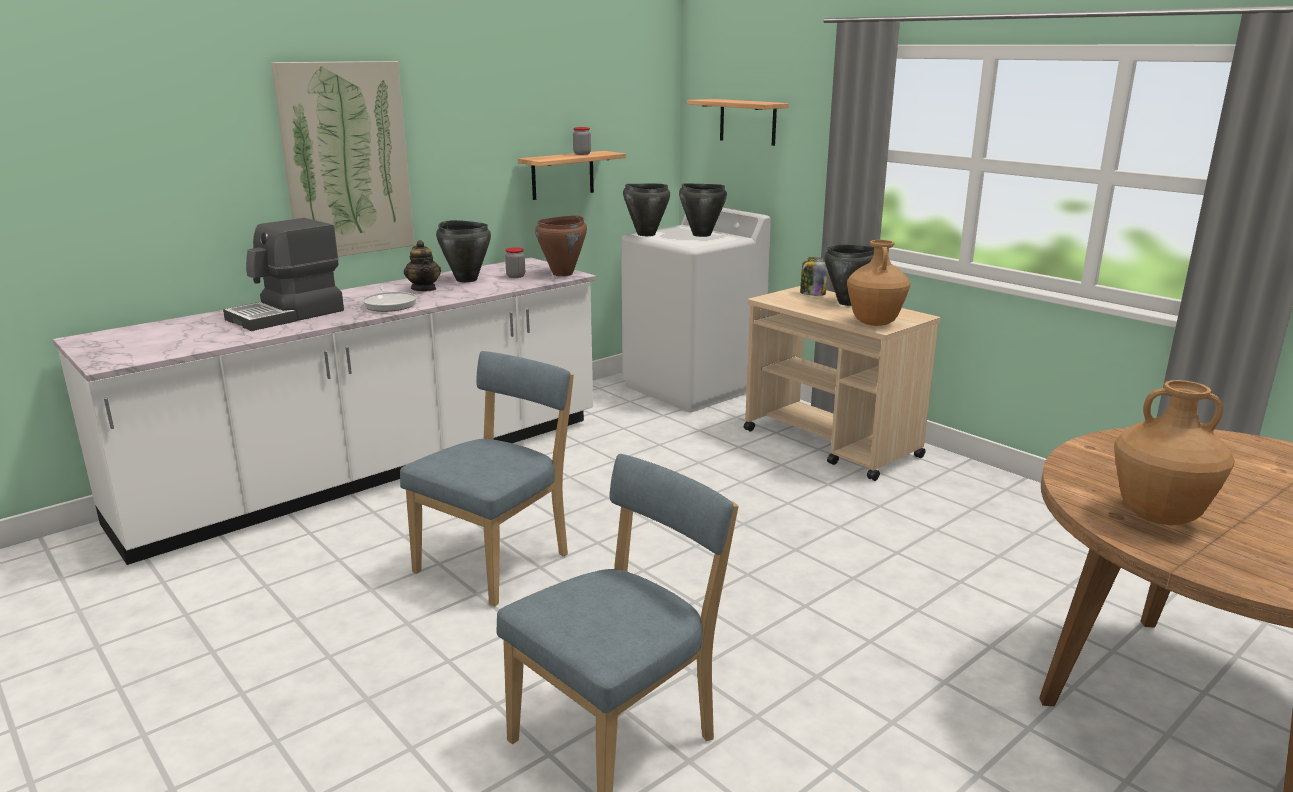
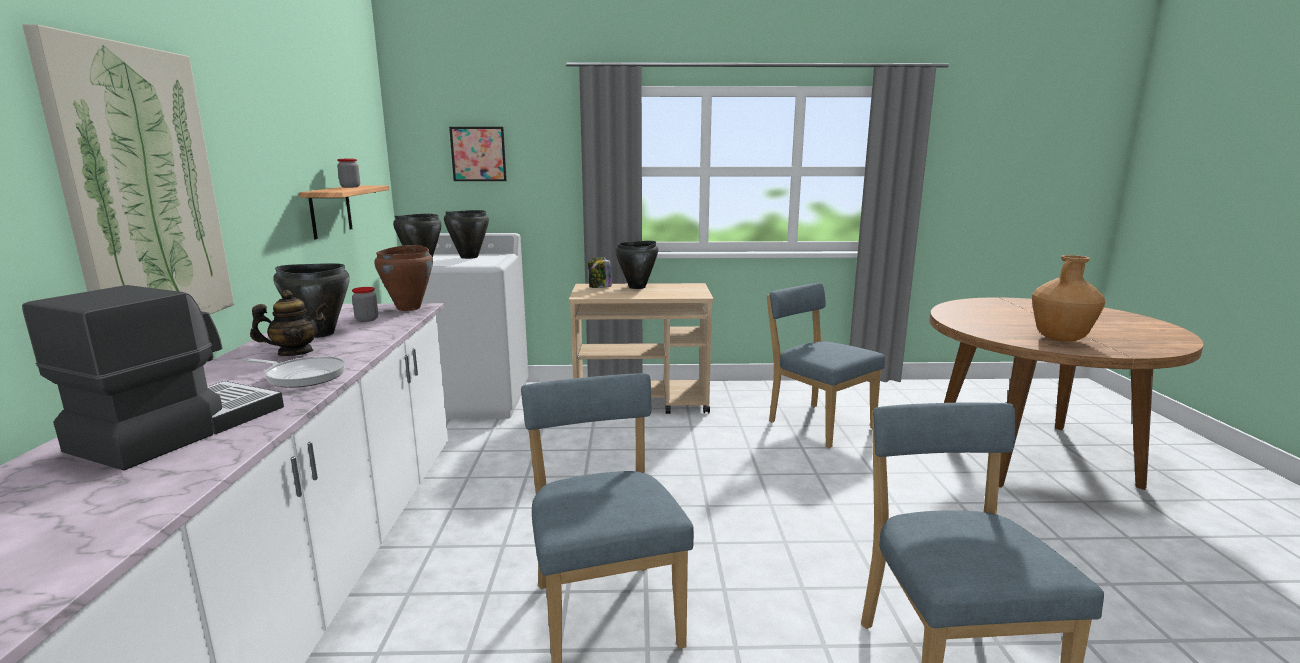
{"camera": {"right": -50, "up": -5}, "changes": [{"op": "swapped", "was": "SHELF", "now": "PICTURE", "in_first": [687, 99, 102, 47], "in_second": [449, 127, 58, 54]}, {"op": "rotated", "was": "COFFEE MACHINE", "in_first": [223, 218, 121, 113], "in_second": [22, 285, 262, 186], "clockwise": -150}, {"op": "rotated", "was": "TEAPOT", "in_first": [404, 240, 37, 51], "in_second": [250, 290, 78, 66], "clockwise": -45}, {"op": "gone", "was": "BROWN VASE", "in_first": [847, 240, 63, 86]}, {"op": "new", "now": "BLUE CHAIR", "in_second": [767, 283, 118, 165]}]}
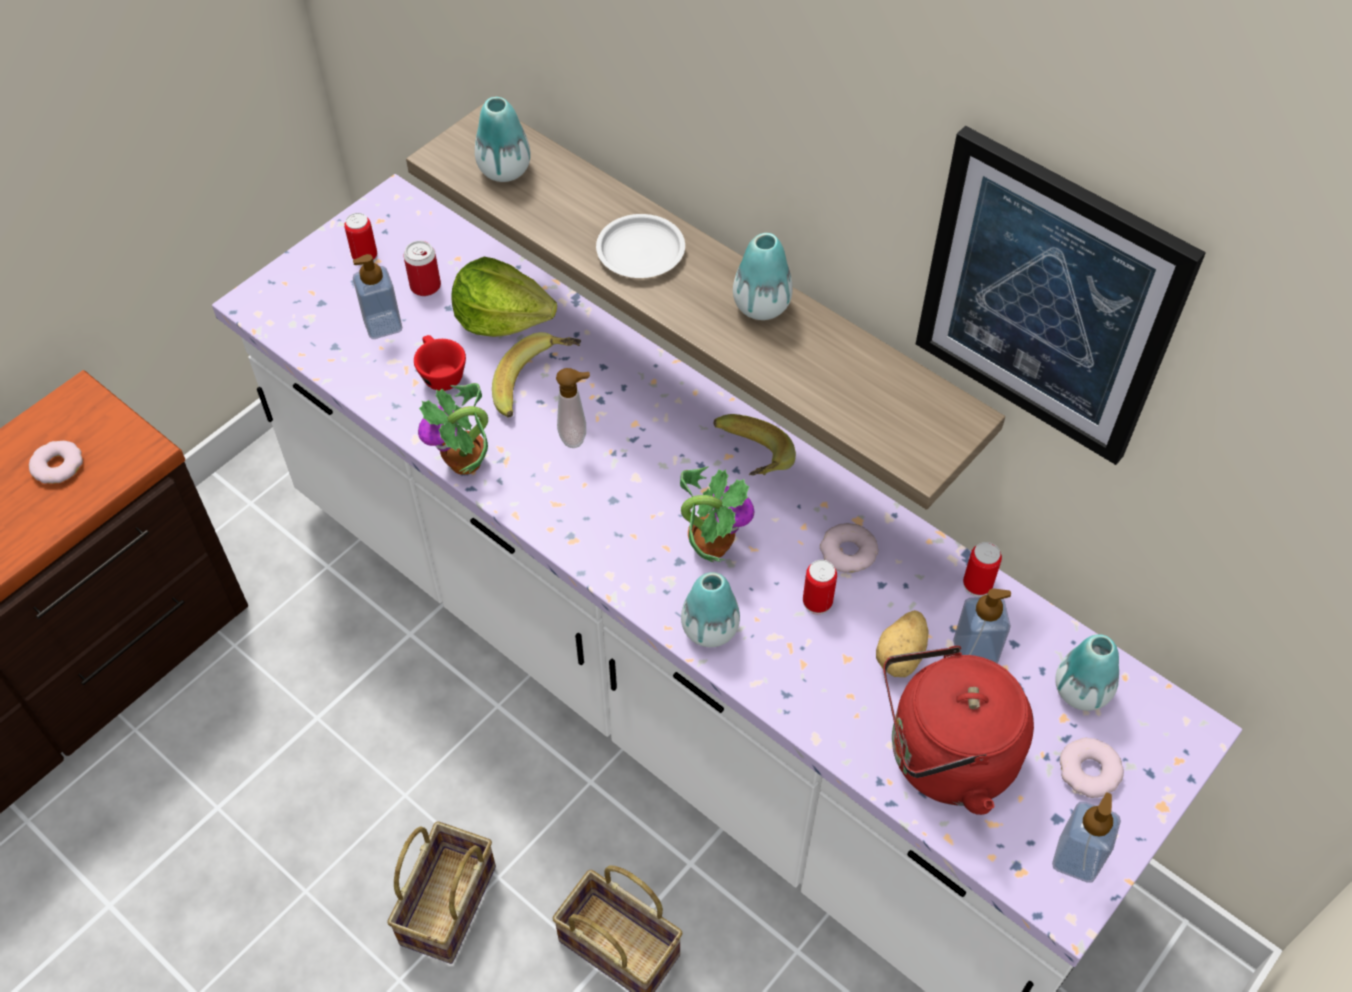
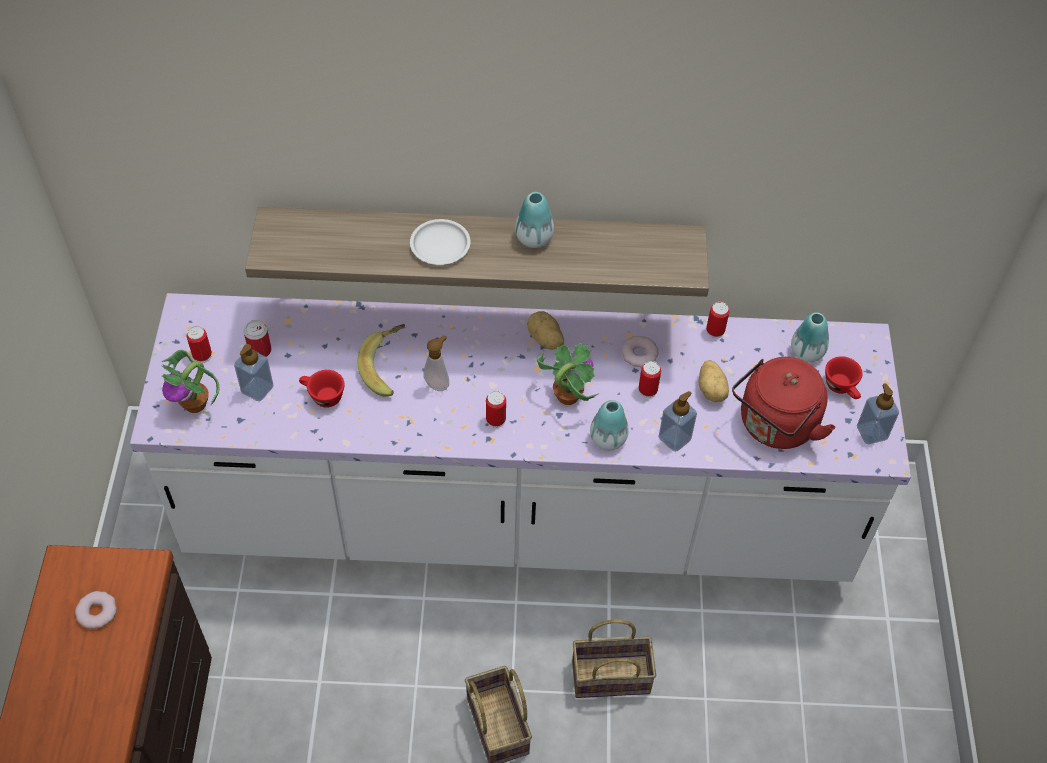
{"camera": {"right": -40, "up": 0}, "changes": [{"op": "gone", "was": "VASE", "in_first": [475, 97, 56, 85]}, {"op": "gone", "was": "PICTURE", "in_first": [916, 126, 290, 339]}, {"op": "gone", "was": "LETTUCE", "in_first": [451, 257, 106, 80]}, {"op": "shifted", "was": "POTTED PLANT", "in_first": [418, 383, 70, 92], "in_second": [161, 350, 58, 63]}, {"op": "swapped", "was": "BANANA", "now": "POTATO", "in_first": [713, 414, 83, 62], "in_second": [527, 311, 37, 39]}, {"op": "shifted", "was": "SOAP DISPENSER", "in_first": [953, 589, 58, 75], "in_second": [658, 391, 39, 61]}, {"op": "swapped", "was": "DONUT", "now": "RED CUP", "in_first": [1059, 738, 65, 60], "in_second": [825, 356, 38, 43]}, {"op": "new", "now": "CAN", "in_second": [486, 391, 20, 37]}]}
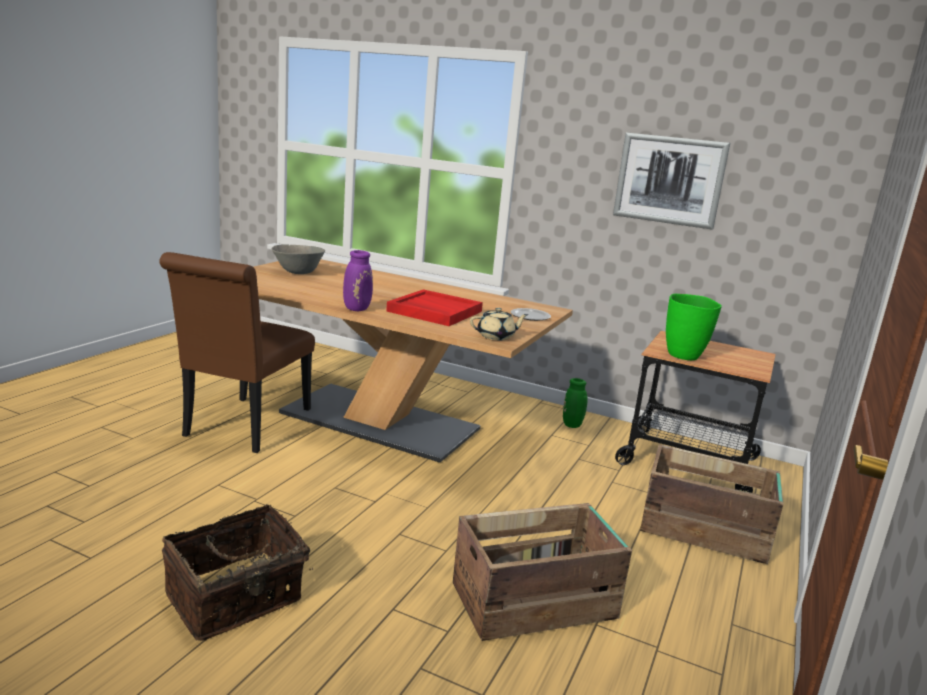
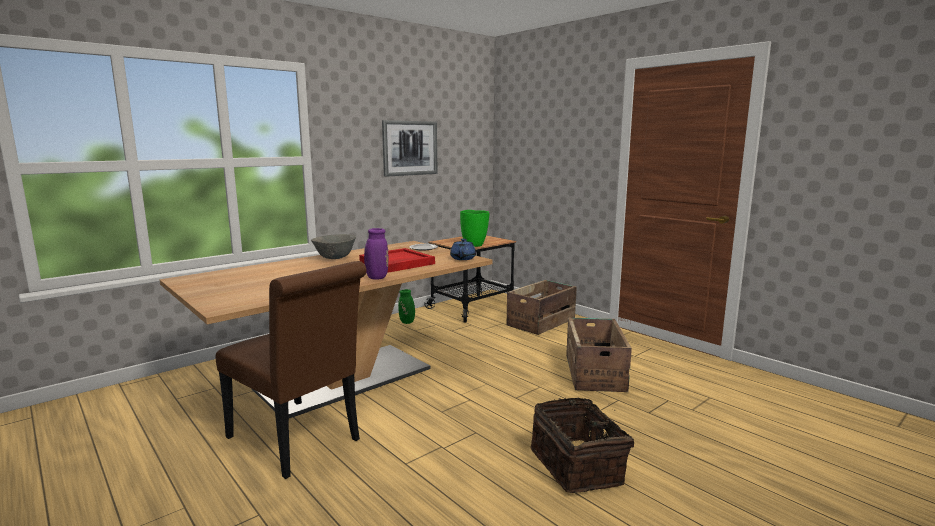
{"camera": {"right": -65, "up": -5}, "changes": [{"op": "shifted", "was": "GREY BOWL", "in_first": [272, 245, 53, 29], "in_second": [311, 234, 45, 25]}, {"op": "repainted", "was": "BEIGE TEAPOT", "now": "BLUE TEAPOT", "in_first": [470, 308, 58, 32], "in_second": [450, 239, 26, 21]}]}
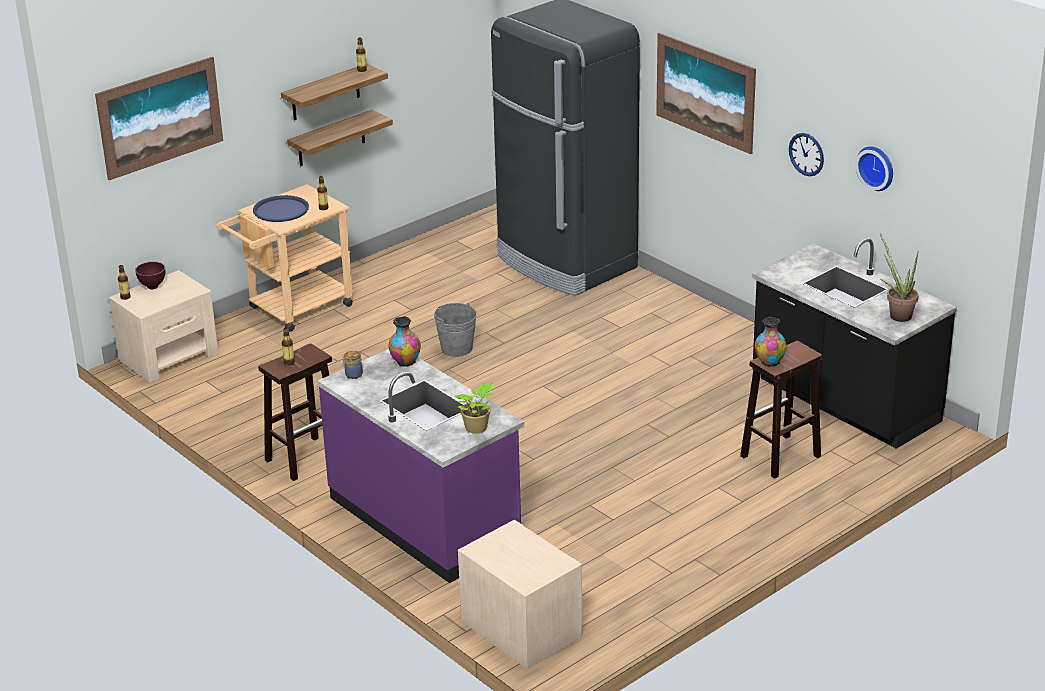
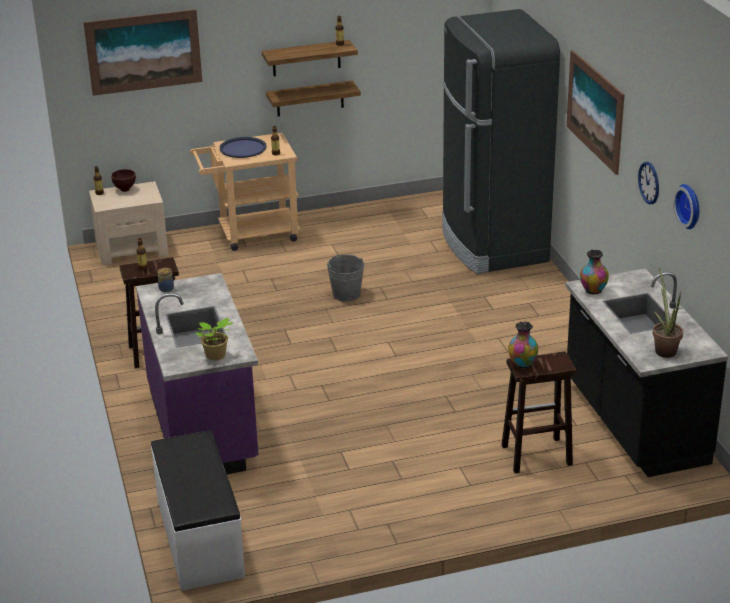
{"camera": {"right": 25, "up": 0}, "changes": [{"op": "shifted", "was": "VASE", "in_first": [389, 316, 32, 51], "in_second": [580, 250, 29, 45]}, {"op": "swapped", "was": "BEIGE NIGHTSTAND", "now": "WHITE BENCH", "in_first": [458, 520, 124, 149], "in_second": [151, 430, 94, 161]}]}
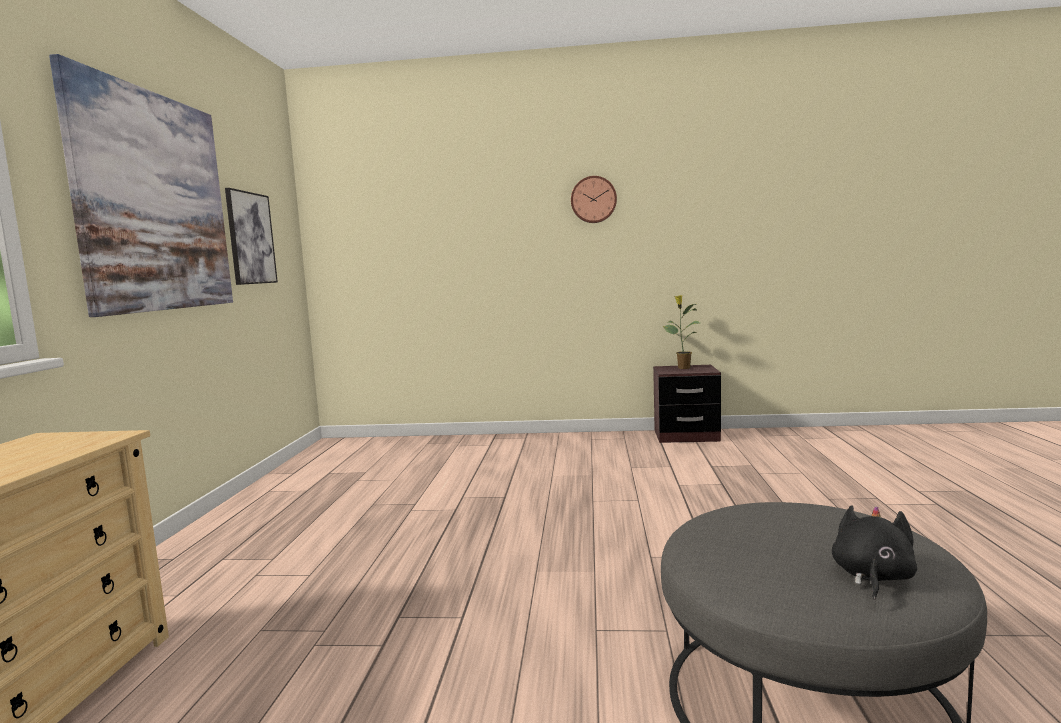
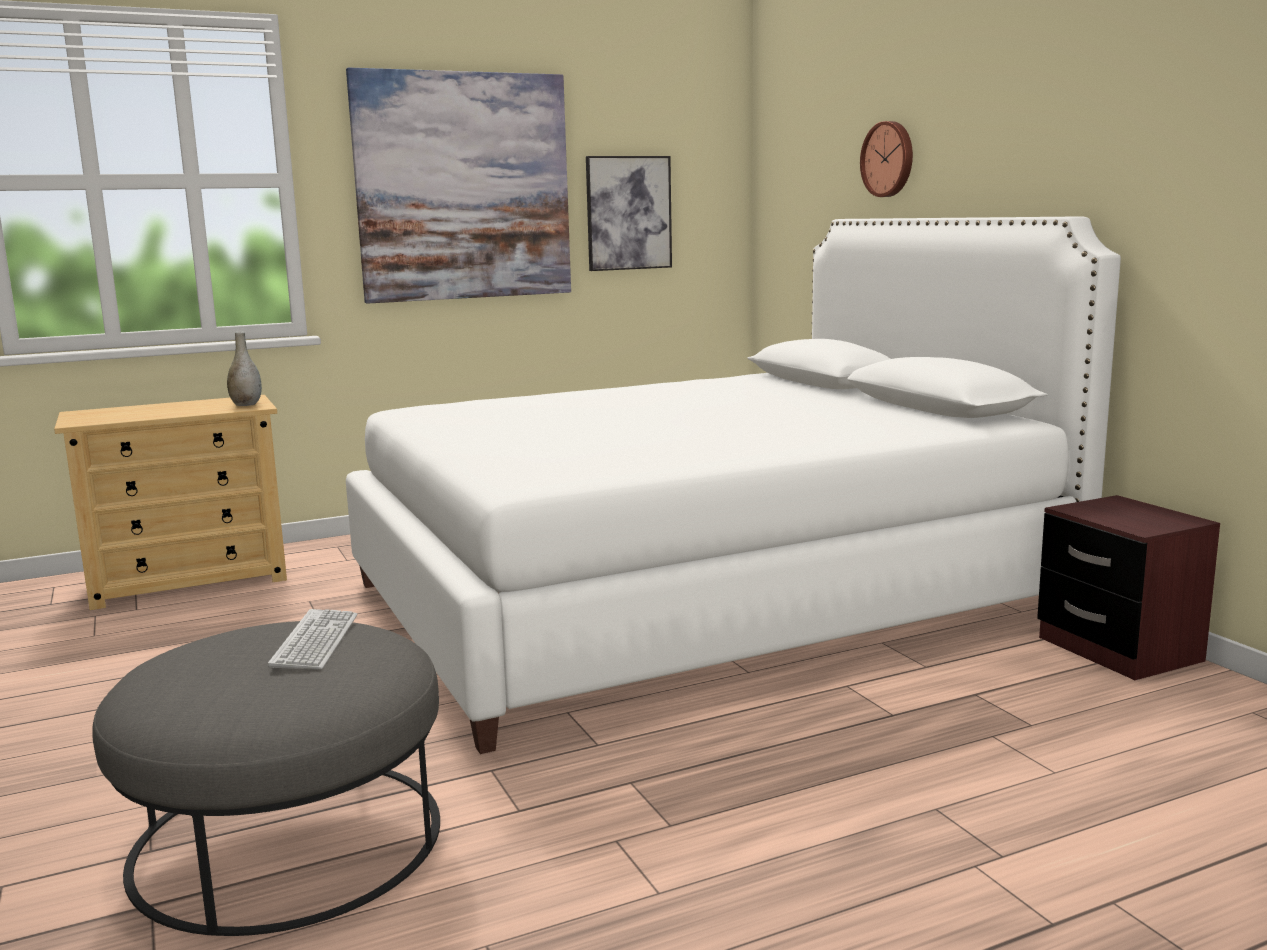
{"camera": {"right": 60, "up": 5}, "changes": [{"op": "shifted", "was": "WALL CLOCK", "in_first": [571, 176, 46, 47], "in_second": [860, 121, 53, 76]}, {"op": "gone", "was": "POTTED PLANT", "in_first": [663, 295, 37, 74]}, {"op": "gone", "was": "BLACK PLUSH TOY", "in_first": [832, 505, 85, 95]}, {"op": "new", "now": "WHITE BED", "in_second": [346, 216, 775, 538]}, {"op": "new", "now": "GREY VASE", "in_second": [227, 331, 35, 75]}, {"op": "new", "now": "KEYBOARD", "in_second": [268, 609, 89, 61]}]}
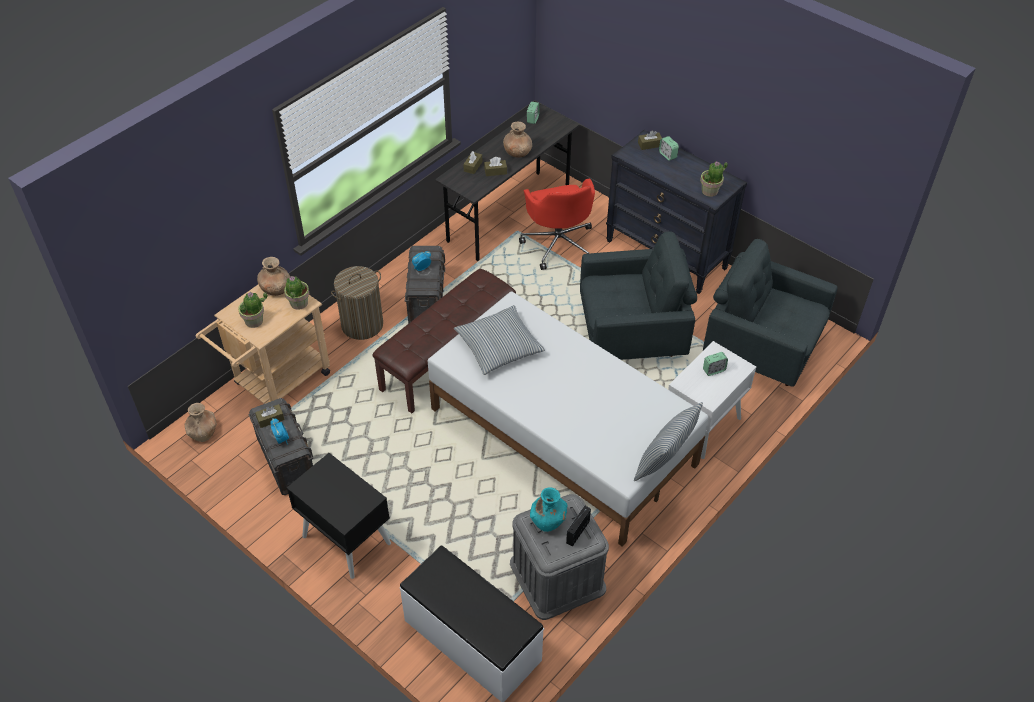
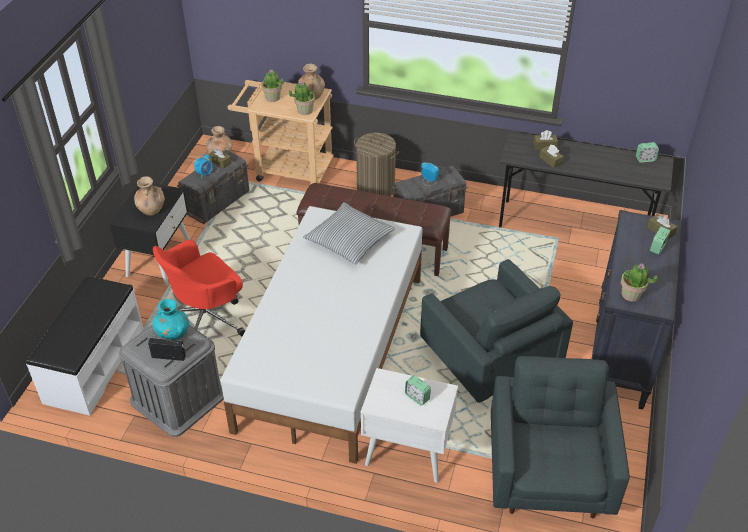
{"camera": {"right": 65, "up": -5}, "changes": [{"op": "shifted", "was": "BROWN VASE", "in_first": [503, 122, 29, 36], "in_second": [134, 176, 31, 40]}, {"op": "shifted", "was": "RED OFFICE CHAIR", "in_first": [519, 179, 76, 91], "in_second": [153, 240, 92, 97]}, {"op": "gone", "was": "PILLOW", "in_first": [634, 402, 69, 79]}]}
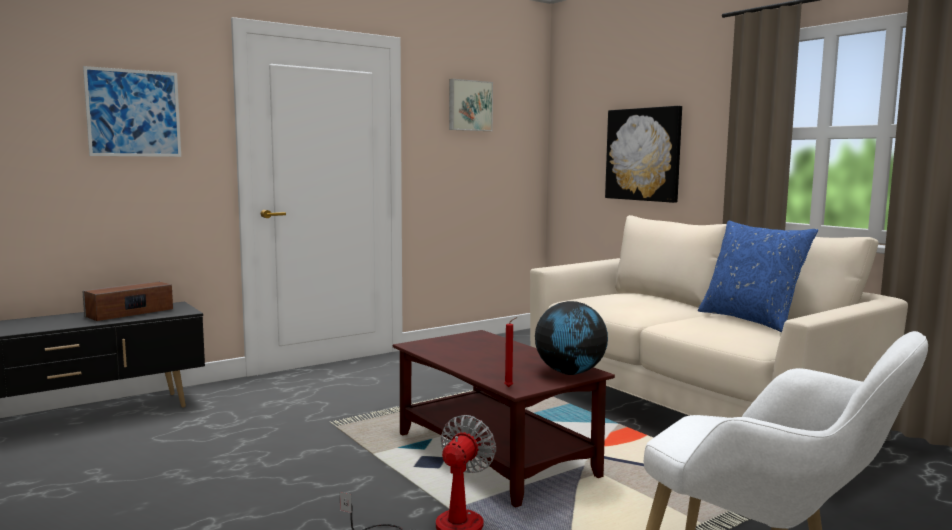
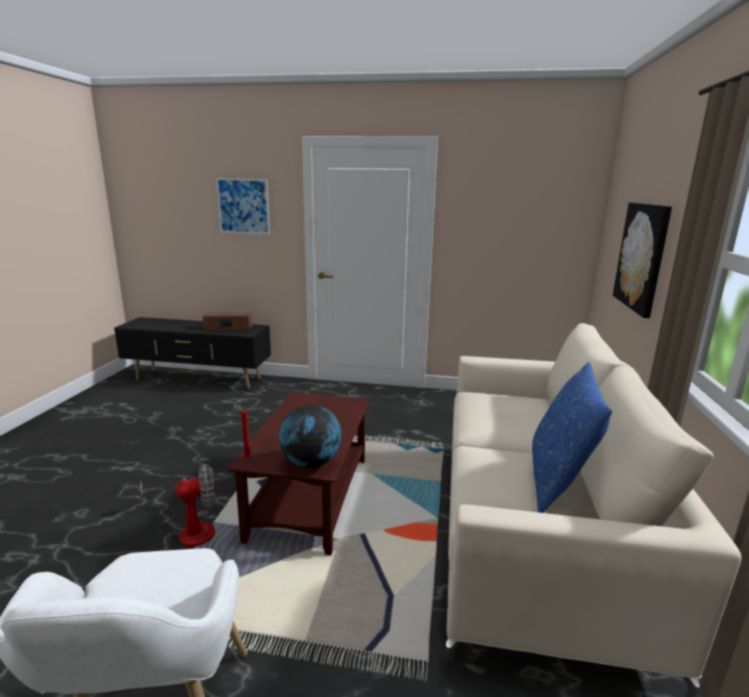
{"camera": {"right": 45, "up": 10}, "changes": [{"op": "gone", "was": "PICTURE", "in_first": [449, 79, 44, 52]}]}
